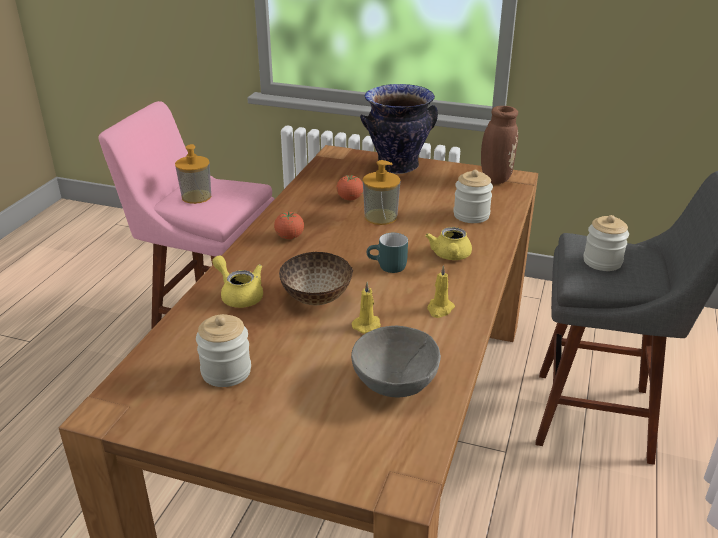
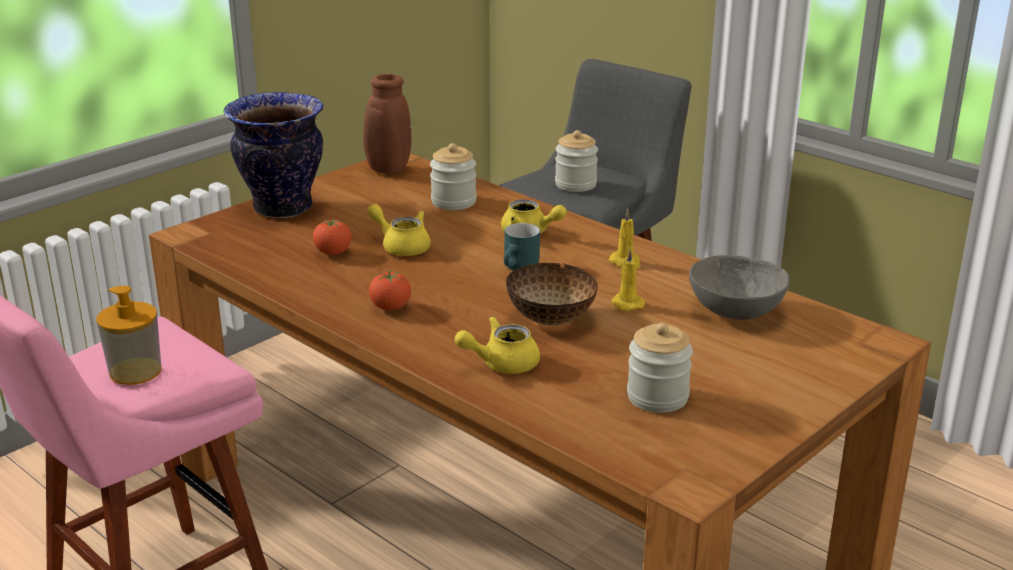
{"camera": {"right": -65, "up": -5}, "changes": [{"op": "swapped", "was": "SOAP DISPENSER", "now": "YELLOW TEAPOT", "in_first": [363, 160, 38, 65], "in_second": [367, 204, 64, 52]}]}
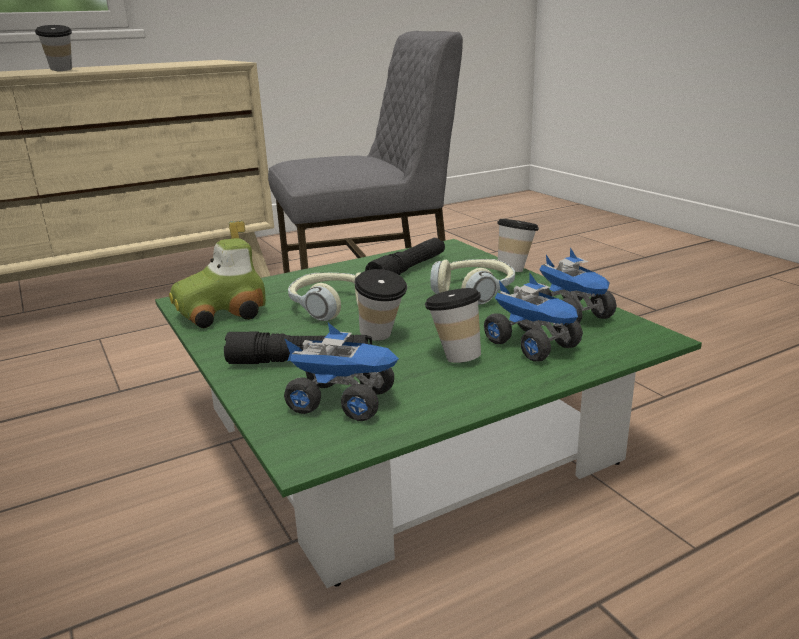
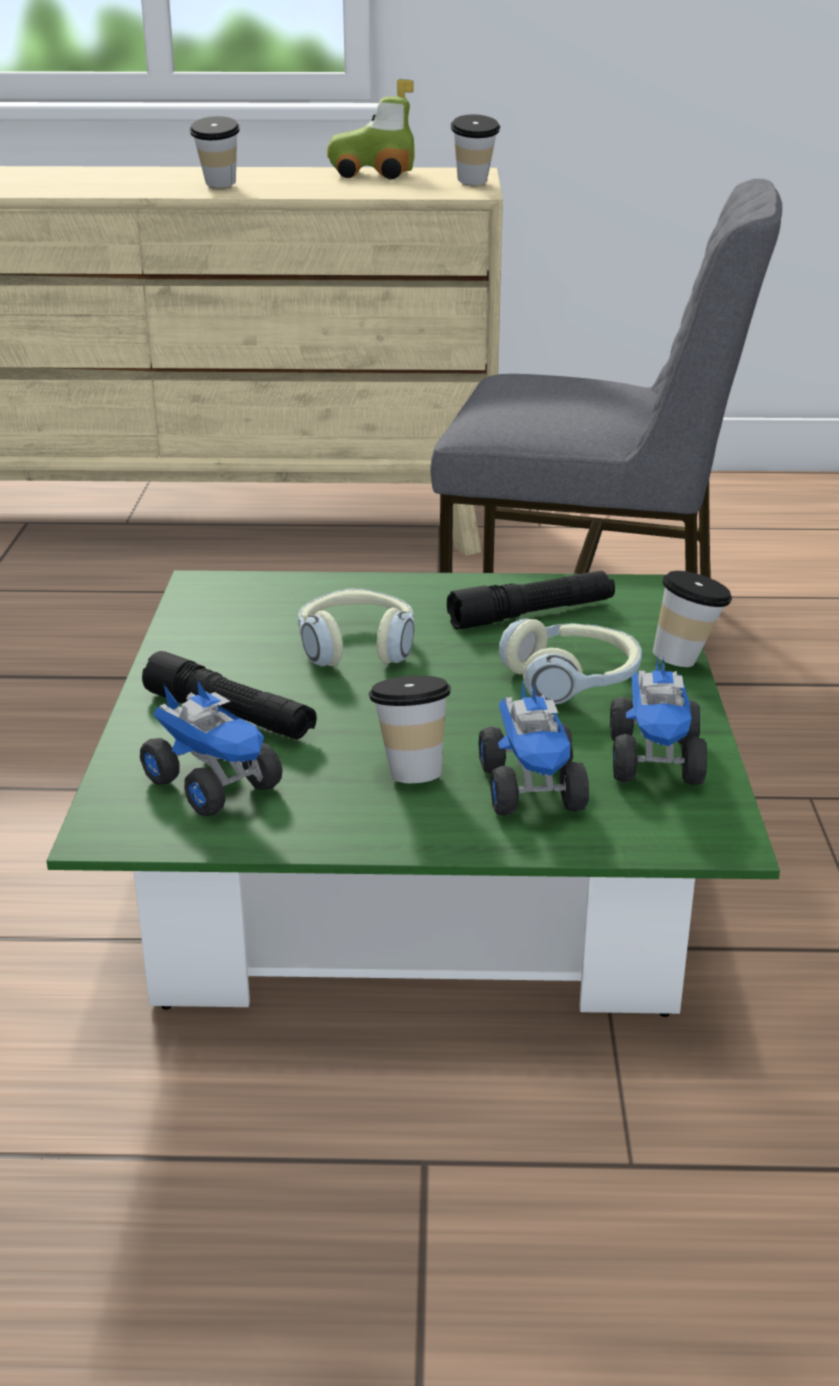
{"camera": {"right": 30, "up": 5}, "changes": [{"op": "shifted", "was": "TOY CAR", "in_first": [169, 221, 97, 107], "in_second": [327, 79, 87, 100]}, {"op": "shifted", "was": "CUP", "in_first": [354, 269, 53, 72], "in_second": [451, 114, 49, 71]}]}
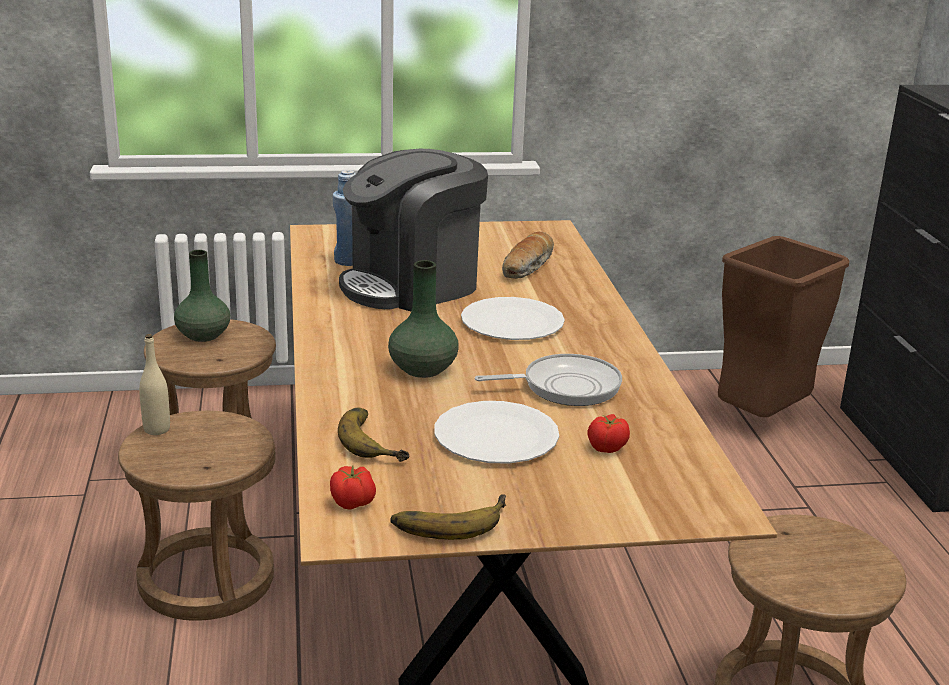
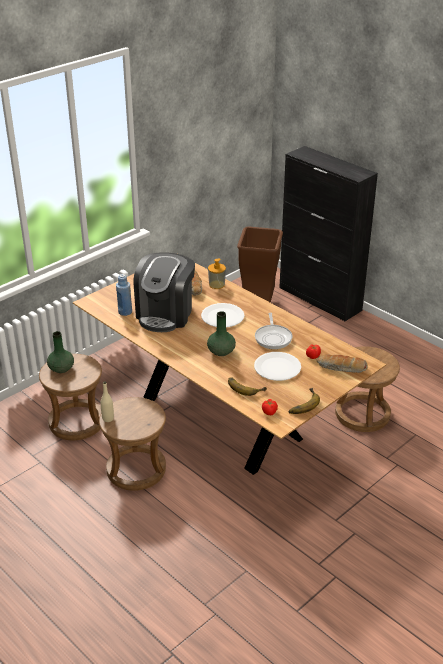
{"camera": {"right": -35, "up": 10}, "changes": [{"op": "rotated", "was": "FRYING PAN", "in_first": [475, 354, 147, 52], "in_second": [255, 313, 37, 36], "clockwise": 135}, {"op": "new", "now": "SOAP DISPENSER", "in_second": [208, 259, 18, 30]}, {"op": "new", "now": "BREAD", "in_second": [317, 354, 50, 19]}]}
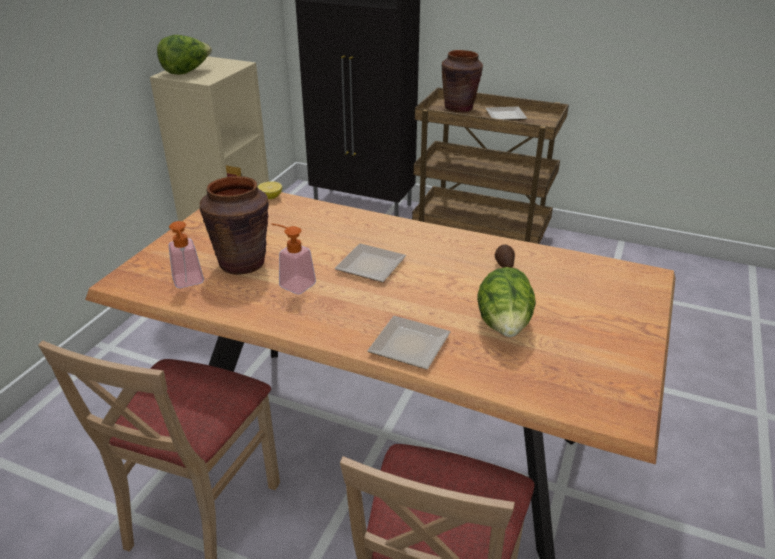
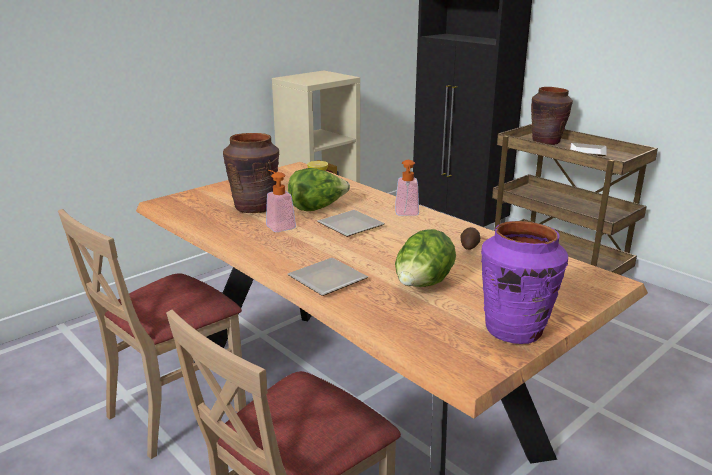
{"camera": {"right": 25, "up": -10}, "changes": [{"op": "shifted", "was": "LETTUCE", "in_first": [157, 35, 55, 40], "in_second": [288, 168, 62, 43]}, {"op": "shifted", "was": "SOAP DISPENSER", "in_first": [169, 221, 35, 67], "in_second": [395, 160, 24, 56]}, {"op": "new", "now": "PURPLE VASE", "in_second": [481, 221, 87, 123]}]}
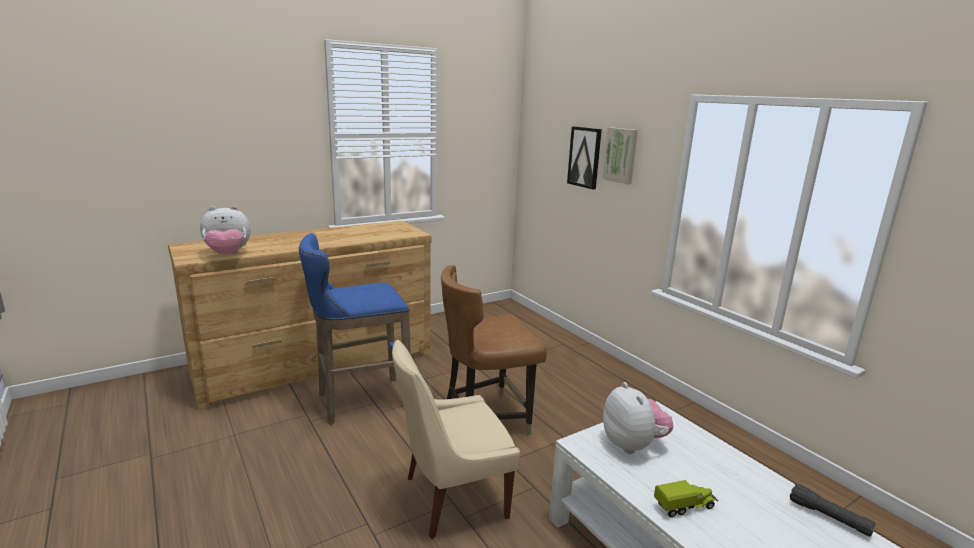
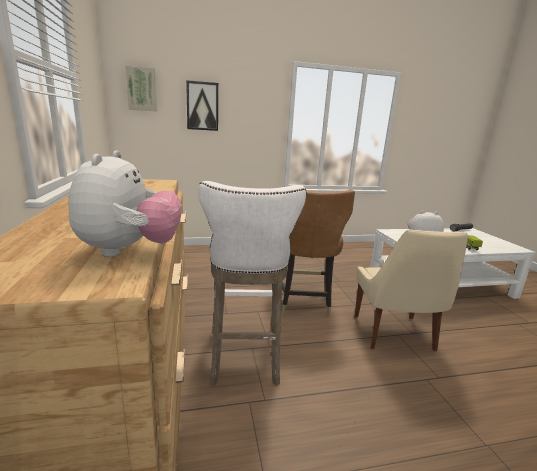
{"camera": {"right": -70, "up": 0}, "changes": [{"op": "shifted", "was": "PICTURE", "in_first": [603, 127, 35, 58], "in_second": [125, 66, 32, 45]}, {"op": "repainted", "was": "BLUE STOOL", "now": "WHITE STOOL", "in_first": [299, 233, 112, 192], "in_second": [198, 181, 109, 205]}]}
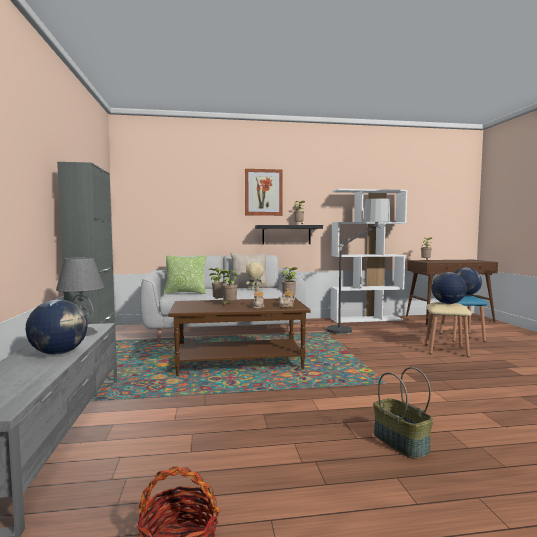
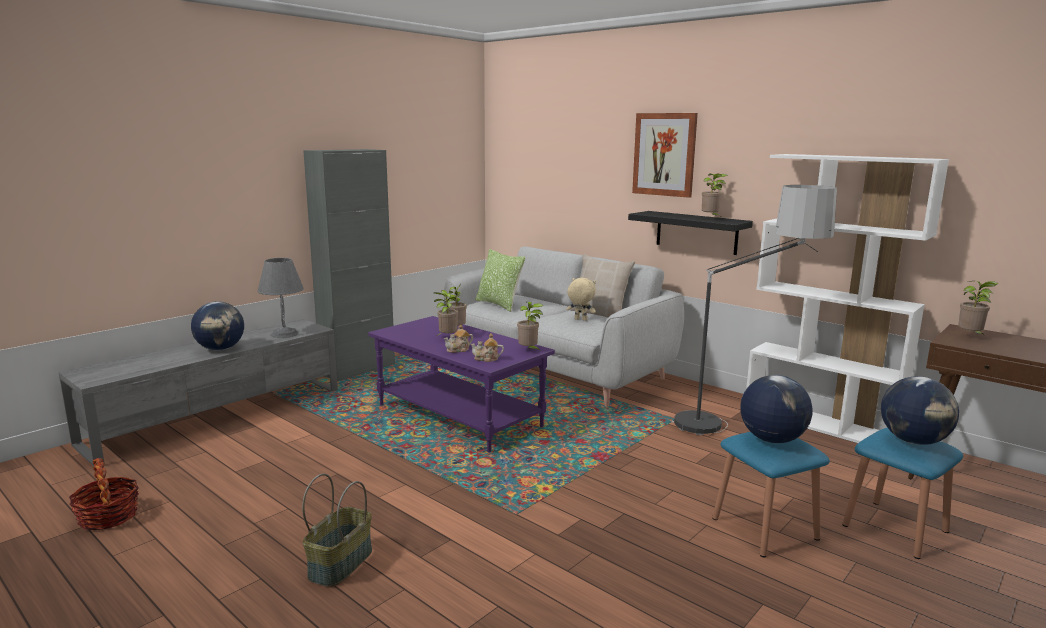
{"camera": {"right": 50, "up": 10}, "changes": [{"op": "repainted", "was": "BROWN COFFEE TABLE", "now": "PURPLE COFFEE TABLE", "in_first": [168, 298, 143, 78], "in_second": [368, 316, 187, 137]}, {"op": "repainted", "was": "BEIGE STOOL", "now": "BLUE STOOL", "in_first": [425, 302, 47, 55], "in_second": [712, 432, 118, 125]}]}
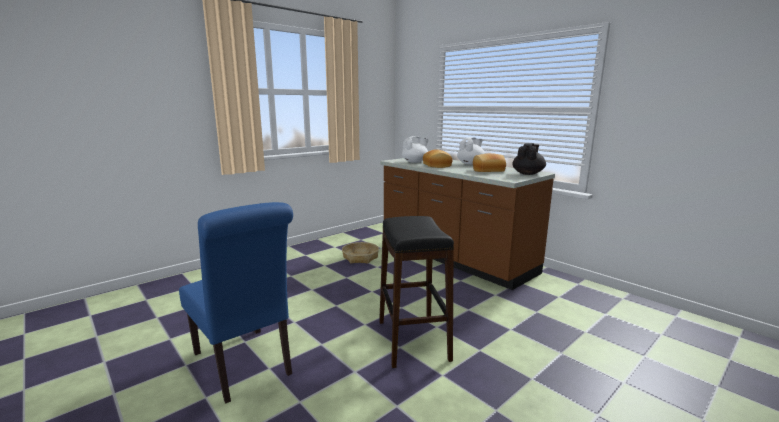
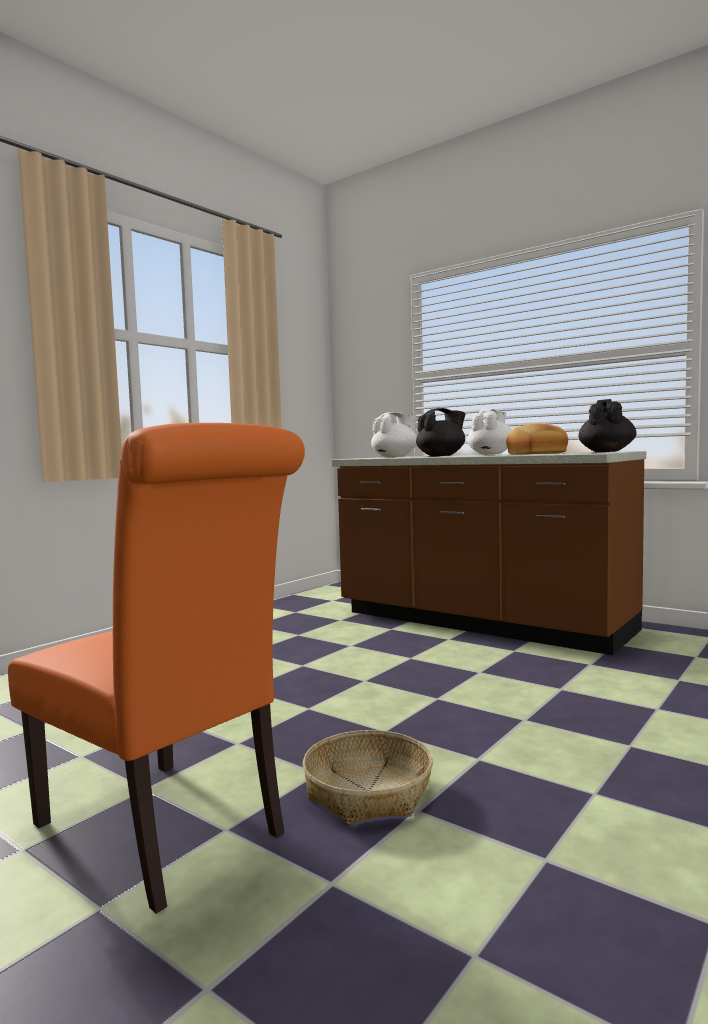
{"camera": {"right": -10, "up": -10}, "changes": [{"op": "swapped", "was": "BREAD", "now": "BLACK TEAPOT", "in_first": [423, 149, 30, 19], "in_second": [416, 408, 49, 49]}, {"op": "repainted", "was": "BLUE CHAIR", "now": "ORANGE CHAIR", "in_first": [179, 202, 114, 202], "in_second": [8, 423, 297, 491]}, {"op": "gone", "was": "BLACK STOOL", "in_first": [379, 216, 75, 152]}, {"op": "shifted", "was": "BASKET", "in_first": [342, 242, 37, 22], "in_second": [303, 730, 130, 95]}]}
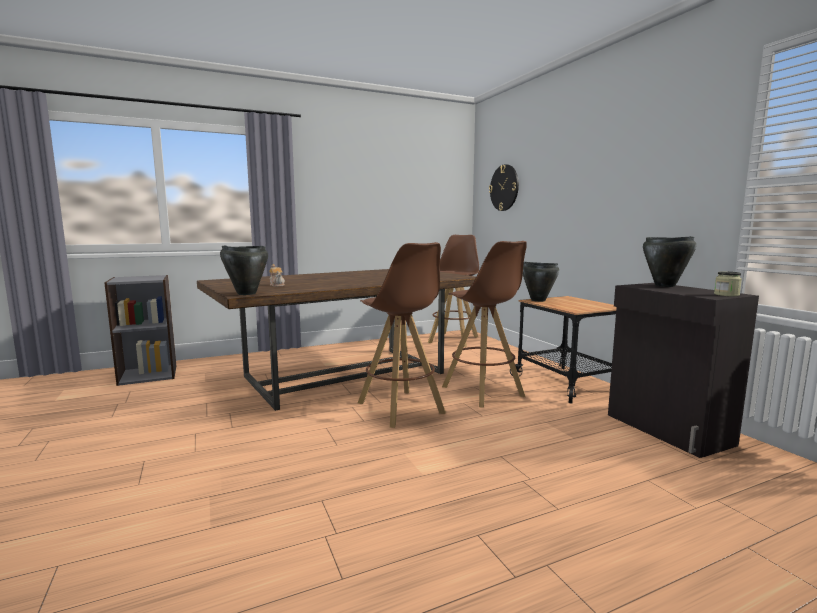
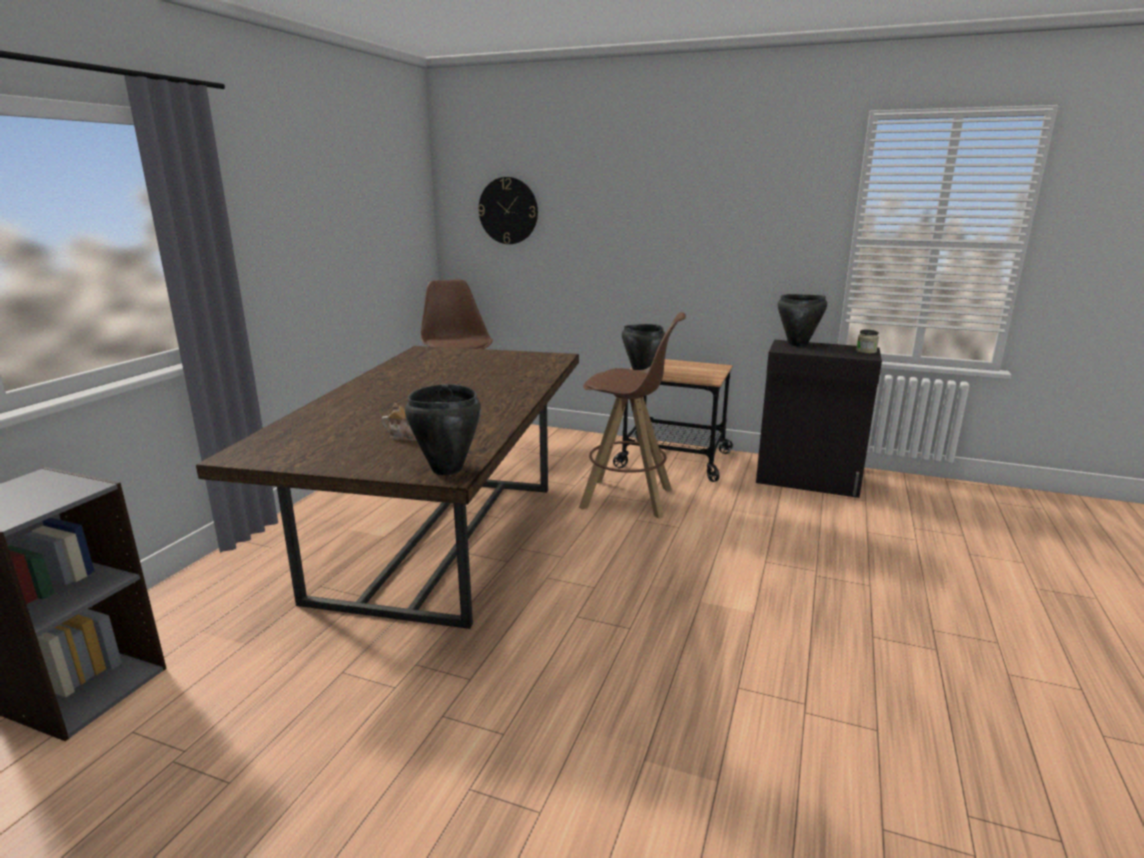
{"camera": {"right": -45, "up": 10}, "changes": [{"op": "gone", "was": "BROWN STOOL", "in_first": [357, 242, 89, 186]}]}
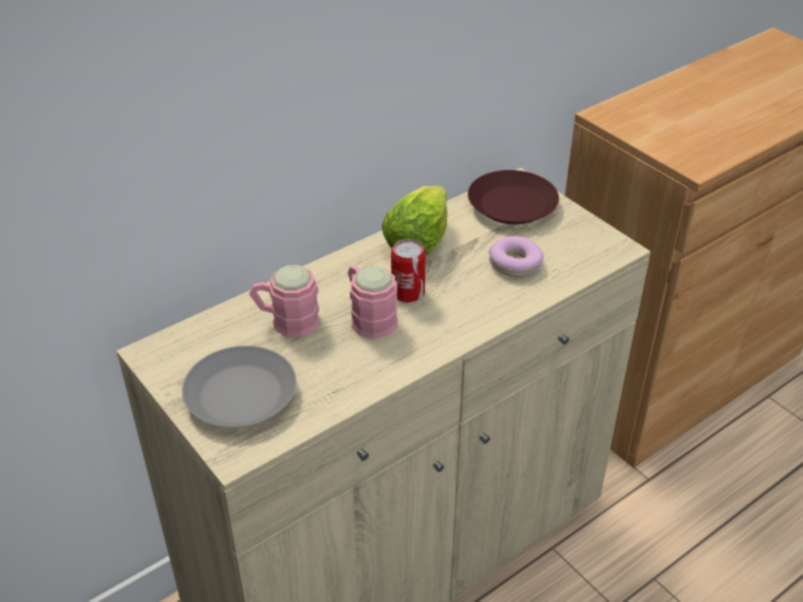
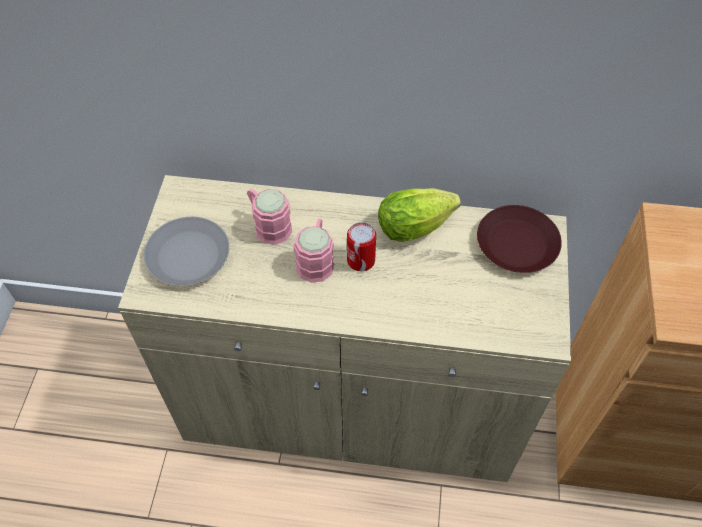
{"camera": {"right": 45, "up": 15}, "changes": [{"op": "gone", "was": "DONUT", "in_first": [489, 236, 54, 41]}]}
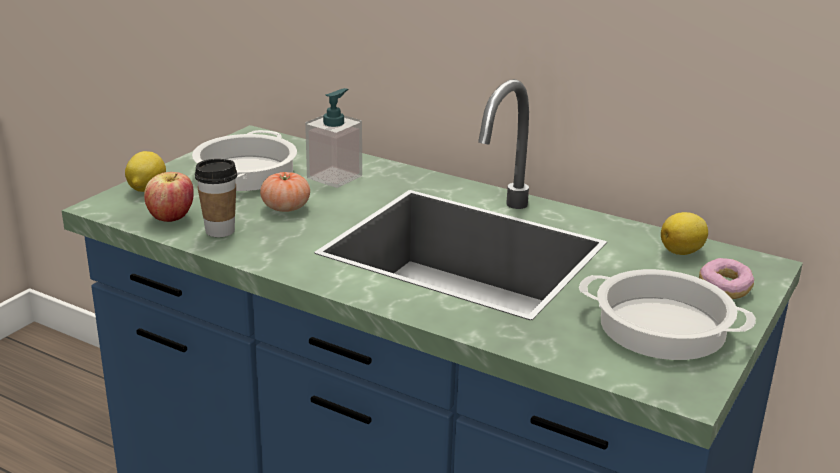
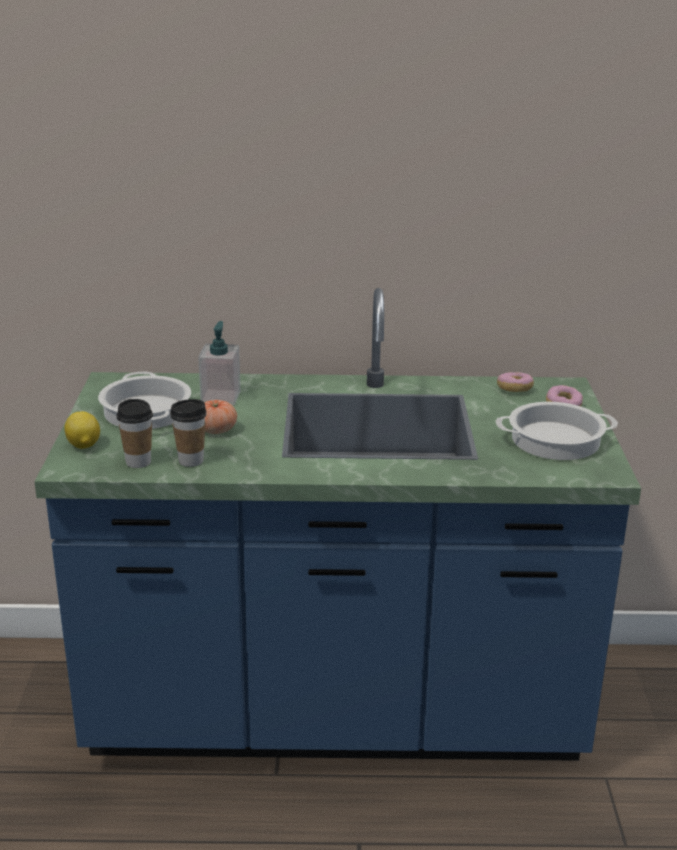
{"camera": {"right": -30, "up": 0}, "changes": [{"op": "swapped", "was": "APPLE", "now": "CUP", "in_first": [144, 172, 50, 50], "in_second": [117, 399, 36, 69]}, {"op": "swapped", "was": "LEMON", "now": "DONUT", "in_first": [661, 212, 47, 43], "in_second": [497, 372, 37, 20]}]}
